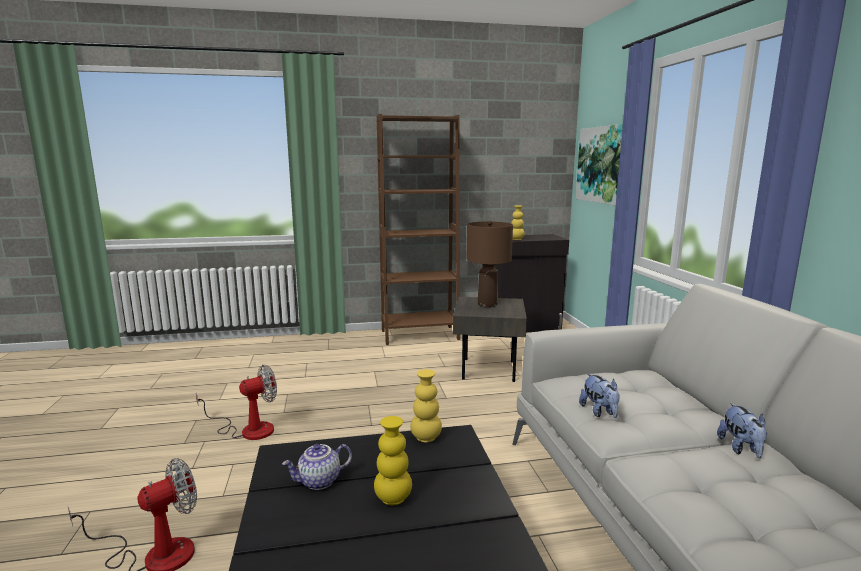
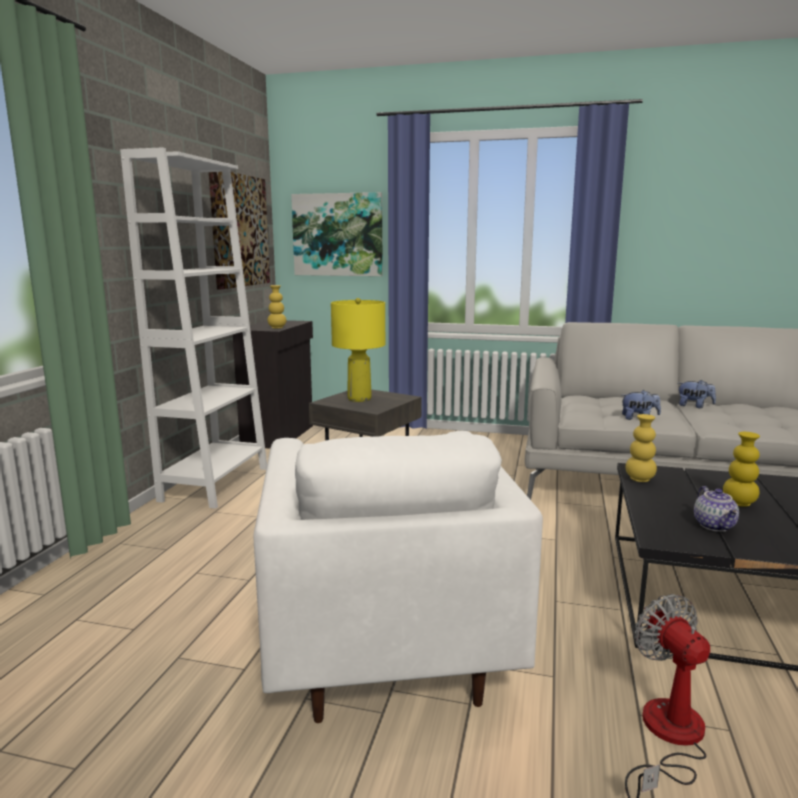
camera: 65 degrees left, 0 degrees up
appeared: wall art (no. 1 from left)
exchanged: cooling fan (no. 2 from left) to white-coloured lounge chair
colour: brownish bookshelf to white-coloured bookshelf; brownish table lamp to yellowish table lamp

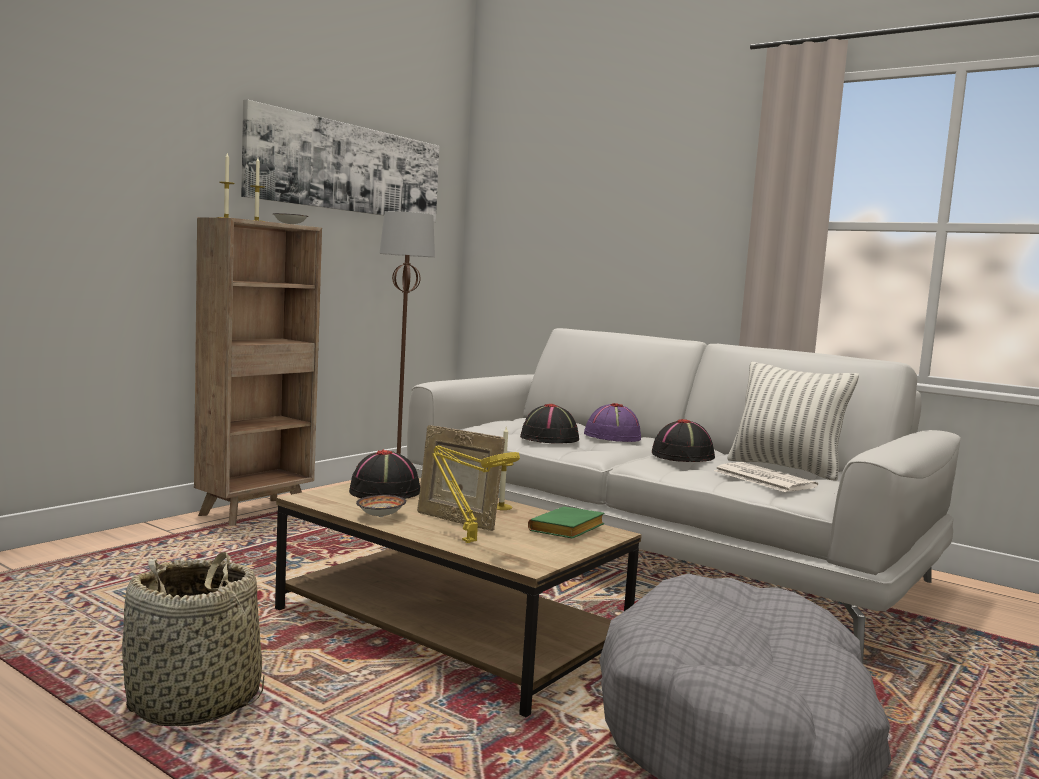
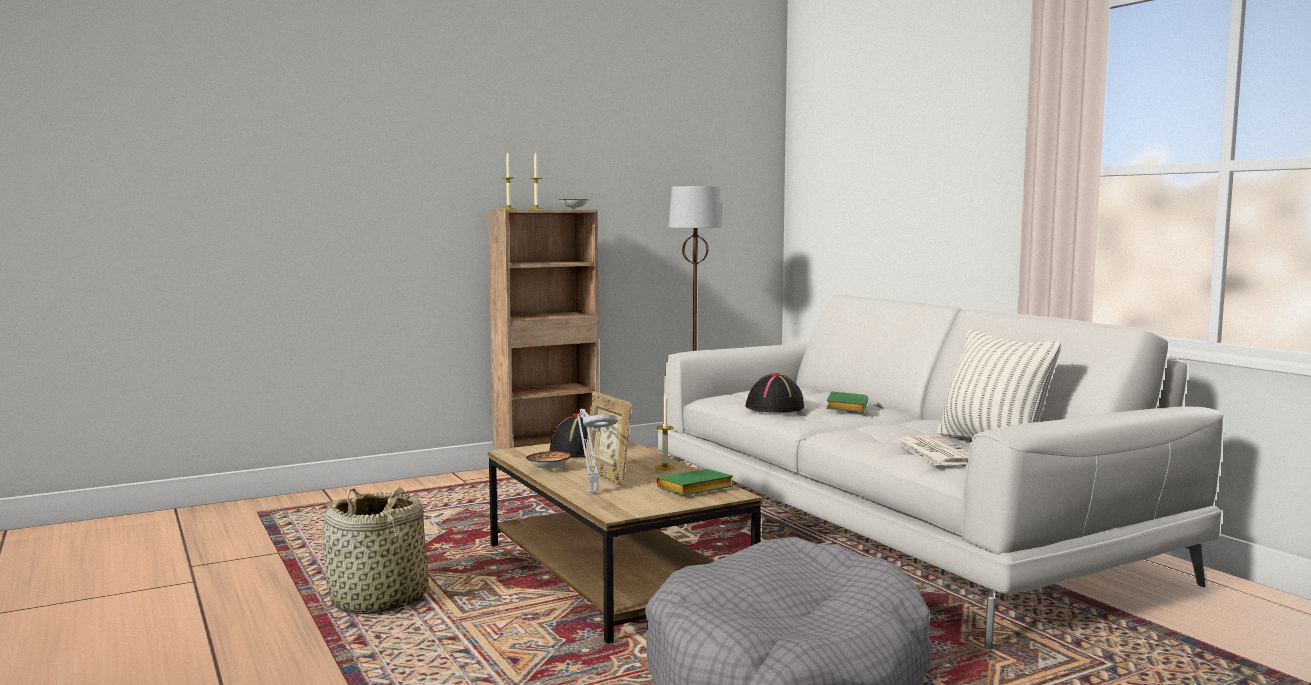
camera: 25 degrees right, 0 degrees up
missing: wall art; black-coloured hat (no. 3 from left)
exchanged: purplish hat to green book (no. 2 from left)
colour: yellowish table lamp to gray table lamp

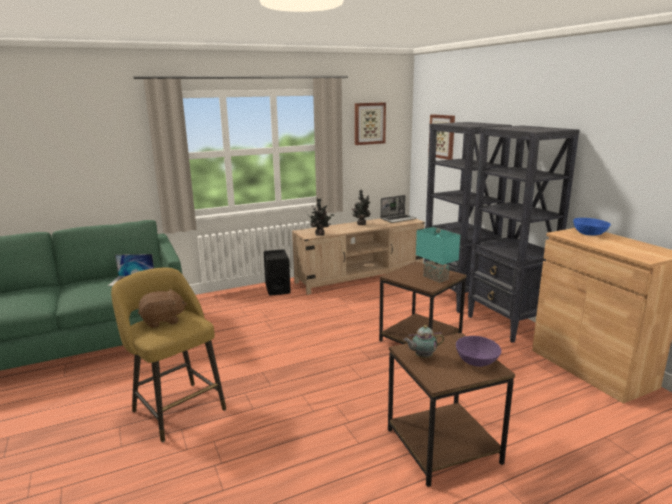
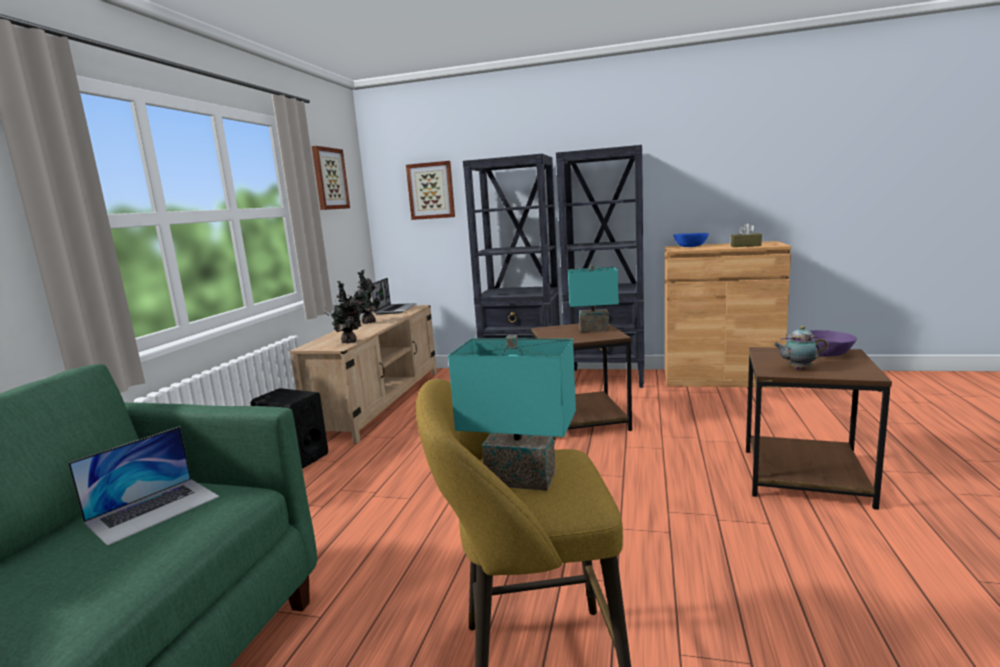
camera: 50 degrees left, 5 degrees down
appeared: brownish box of tissues
exchanged: brownish soft toy to turquoise table lamp (no. 1 from left)
spun: tea pot 60 degrees clockwise

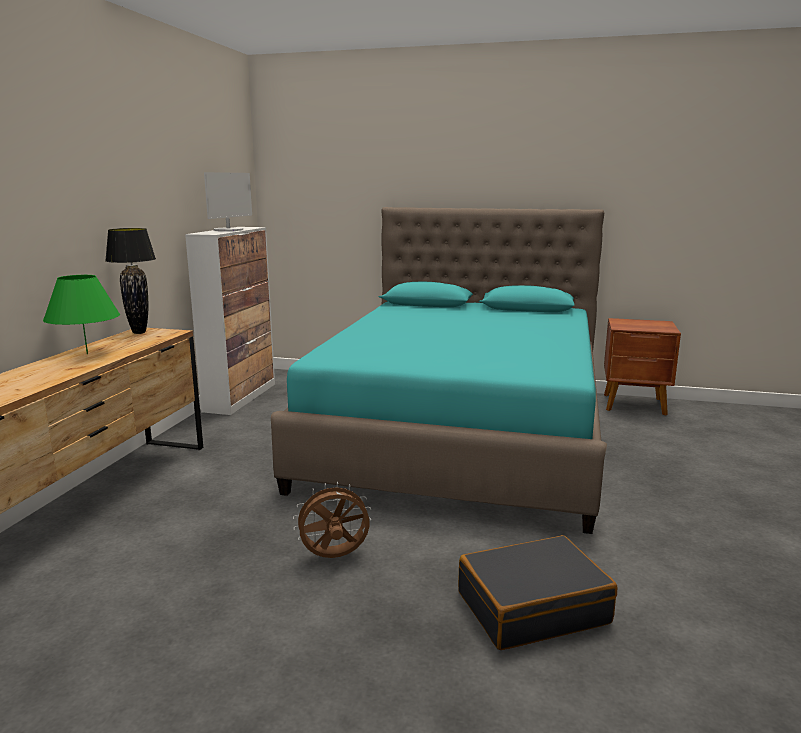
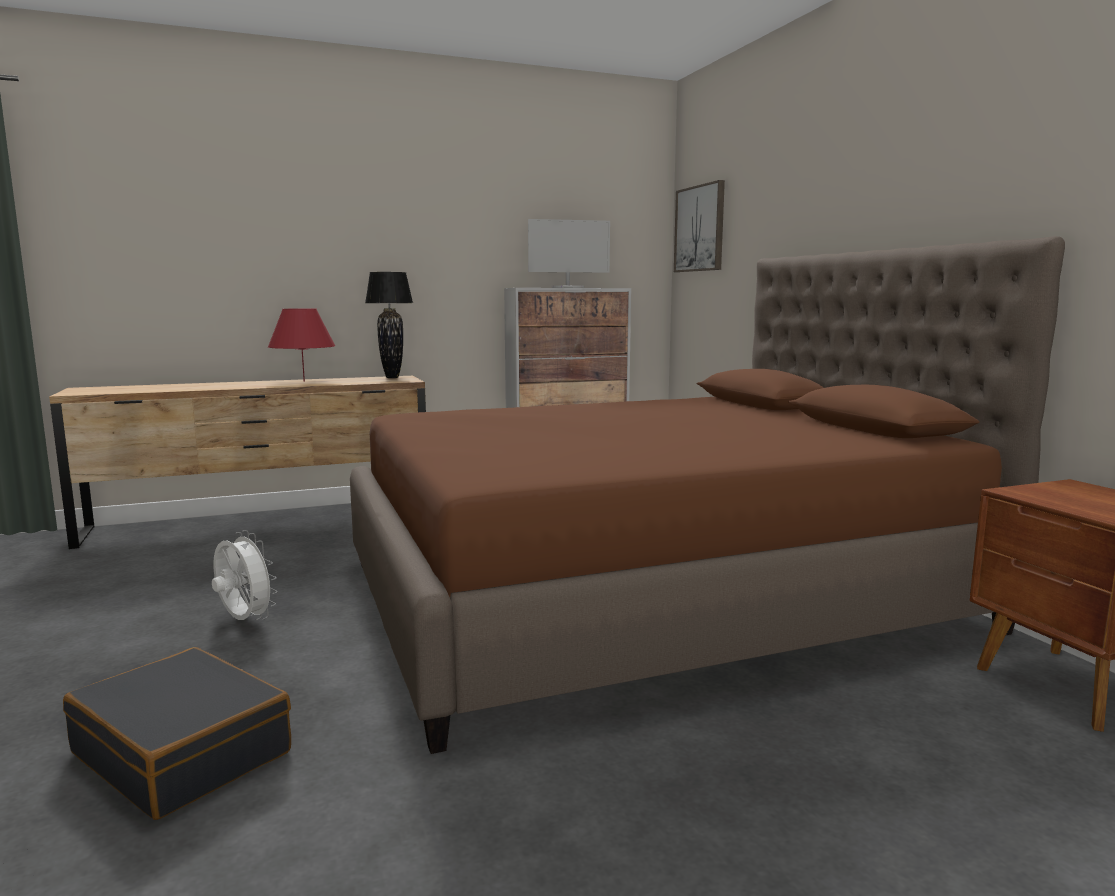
camera: 55 degrees right, 5 degrees down
appeared: wall art
colour: green table lamp to red table lamp; turquoise bed to brownish bed; brownish cooling fan to white-coloured cooling fan

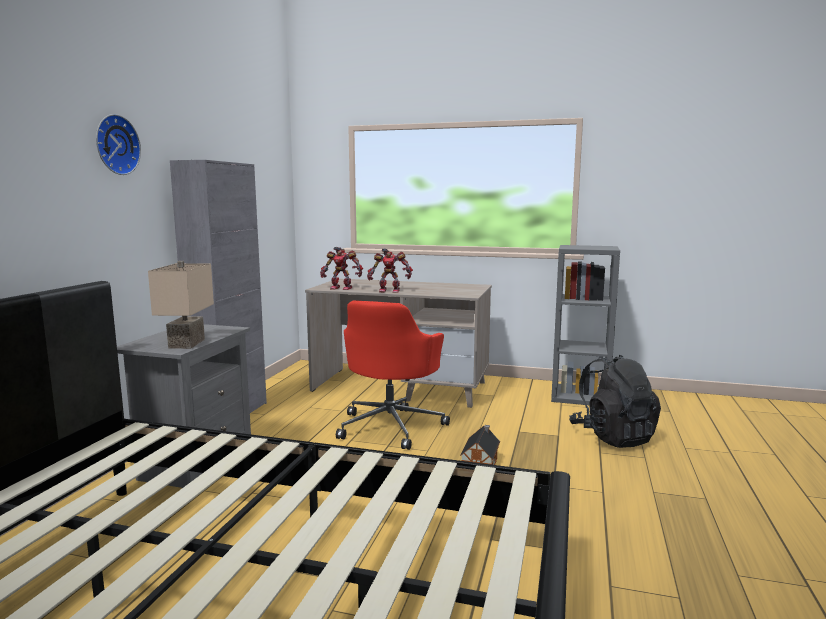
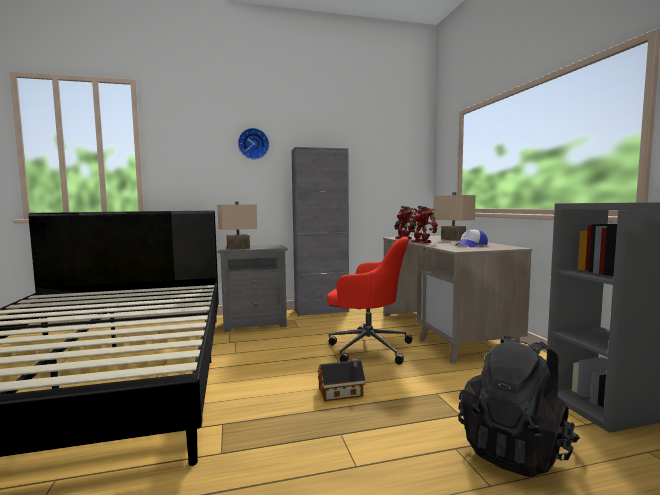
camera: 60 degrees right, 5 degrees down
appeared: beige-coloured table lamp (no. 2 from left); baseball cap
spun: red desk chair 150 degrees counterclockwise

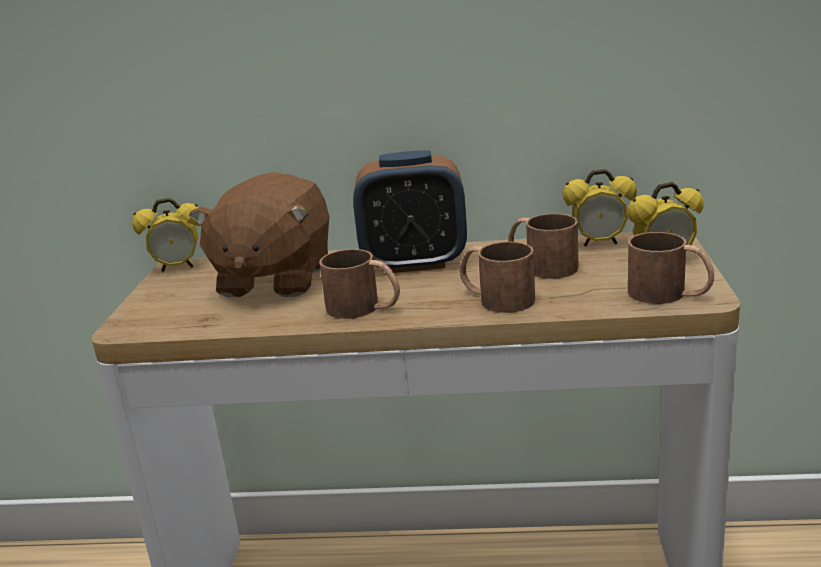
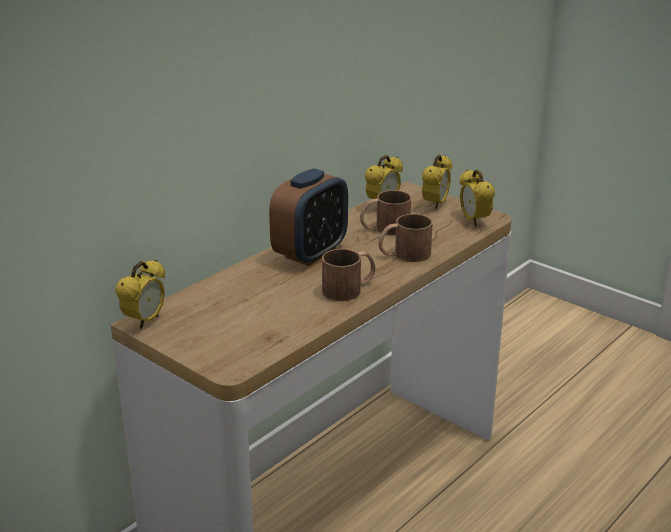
camera: 55 degrees left, 5 degrees up
missing: brownish soft toy
exchanged: brownish tea mug (no. 4 from left) to alarm clock (no. 5 from left)

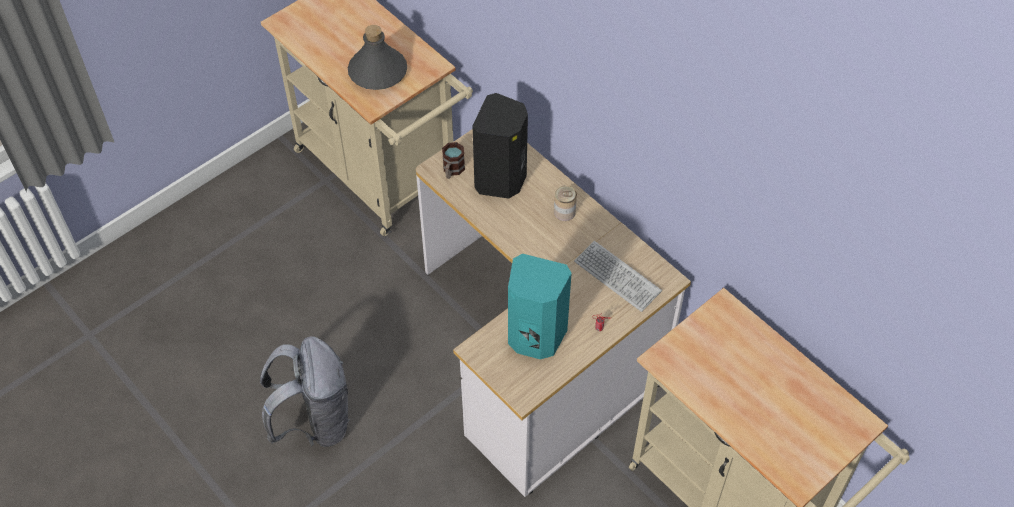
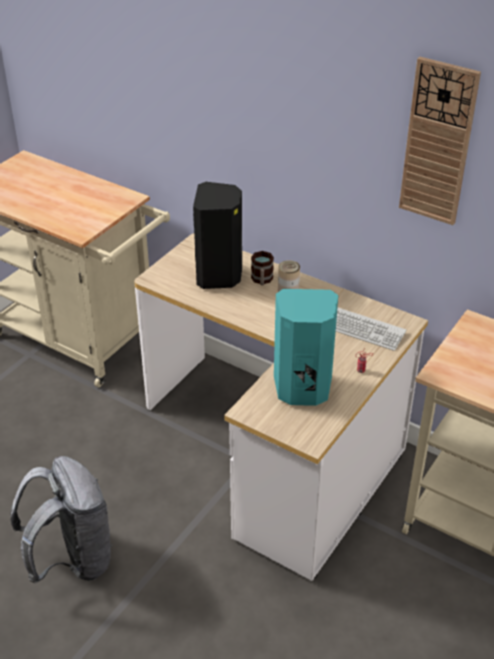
camera: 15 degrees left, 15 degrees down
missing: gray bottle
appeared: clock on the wall
relocated: tea mug

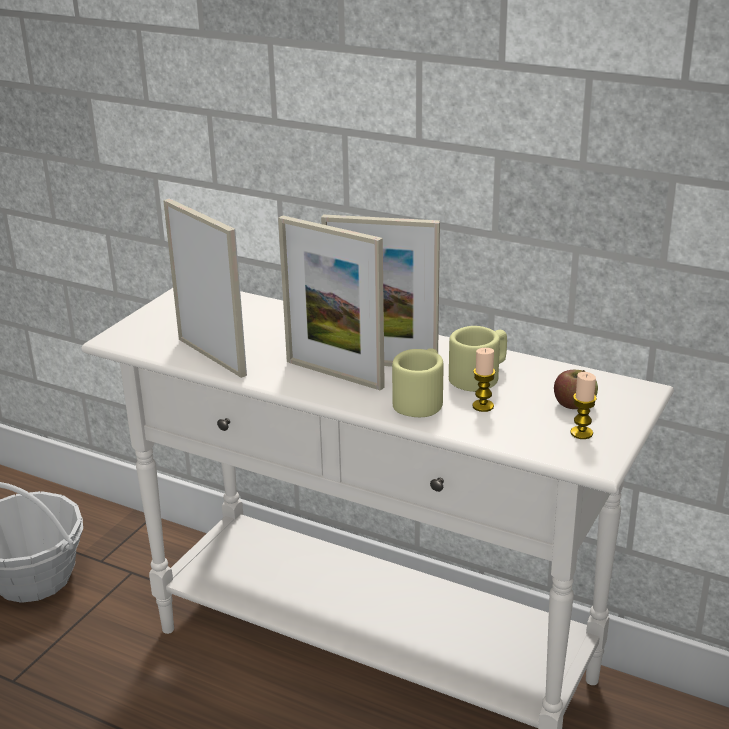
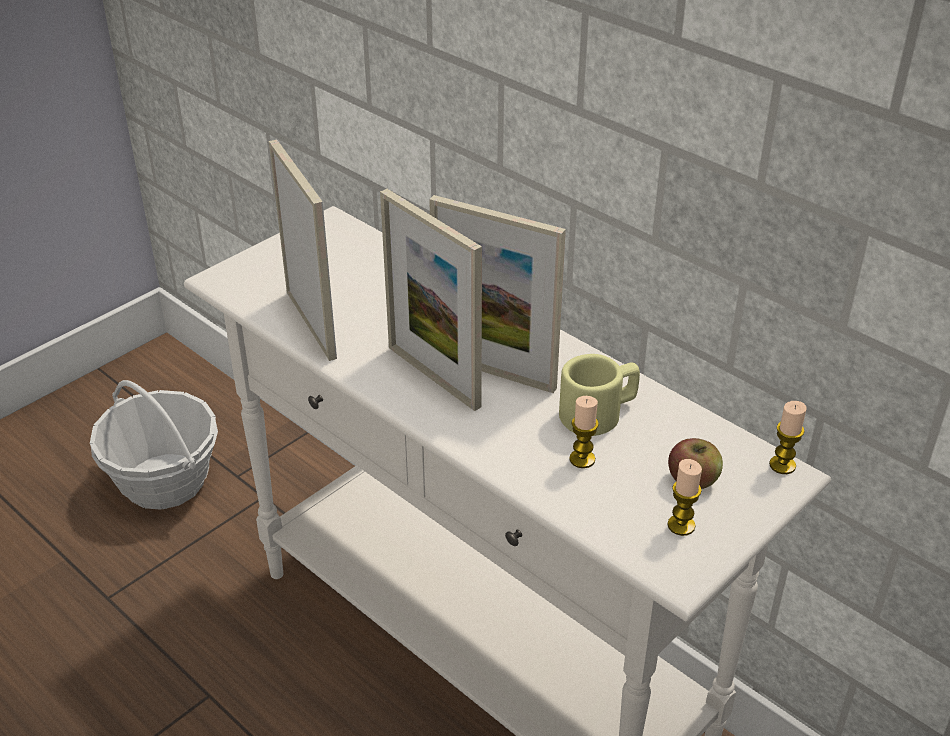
camera: 15 degrees right, 10 degrees up
missing: beige-coloured tea mug (no. 1 from left)
appeared: wax candle (no. 3 from left)

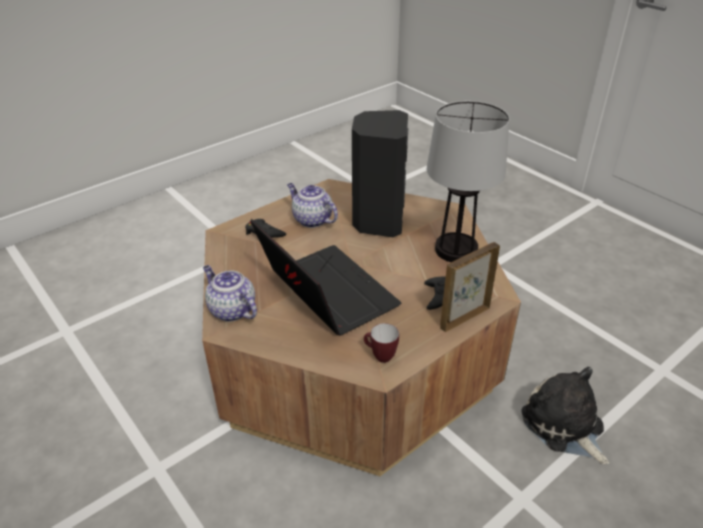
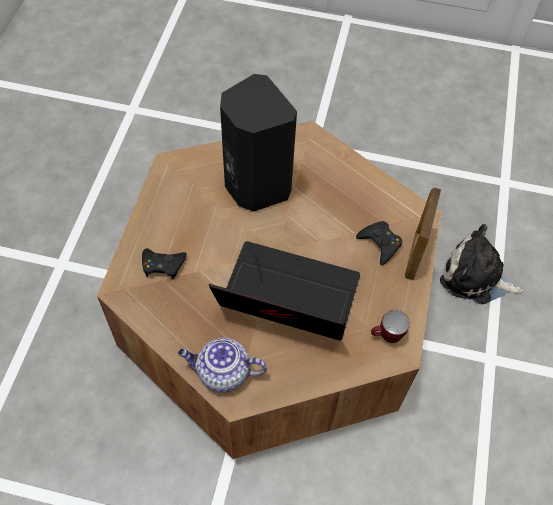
camera: 40 degrees left, 20 degrees up
missing: tea pot (no. 2 from left); table lamp

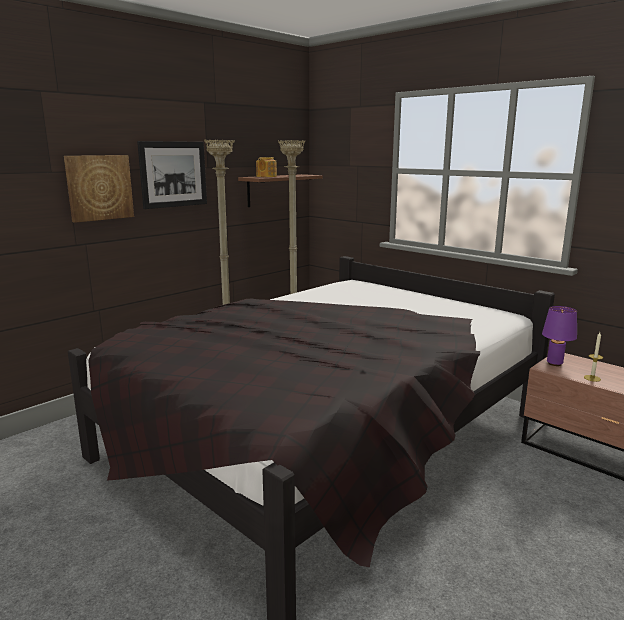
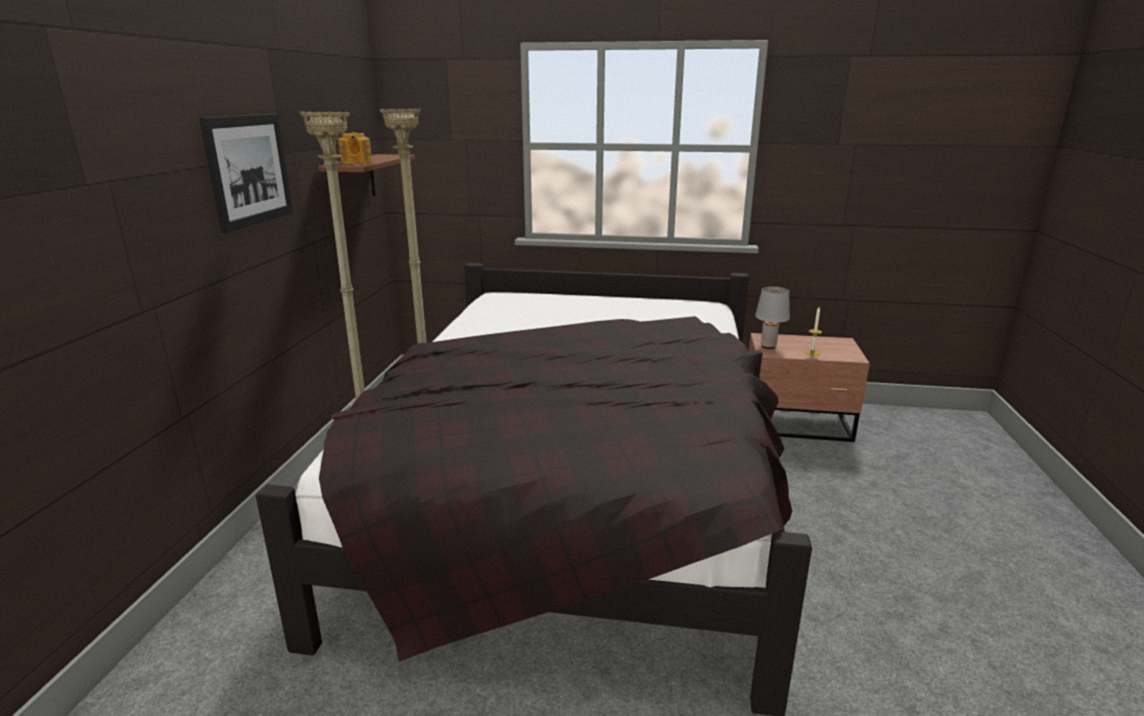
camera: 35 degrees left, 5 degrees up
missing: wall art (no. 1 from left)
colour: purplish table lamp to gray table lamp

